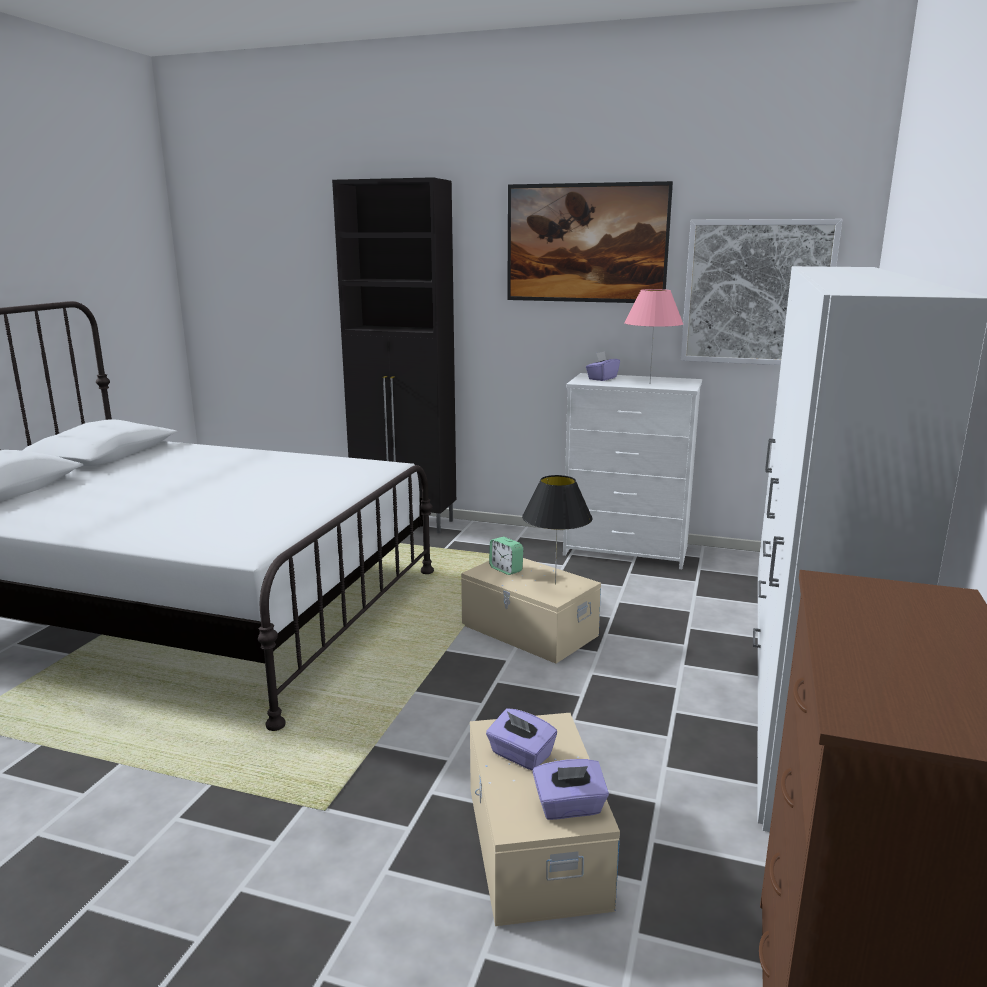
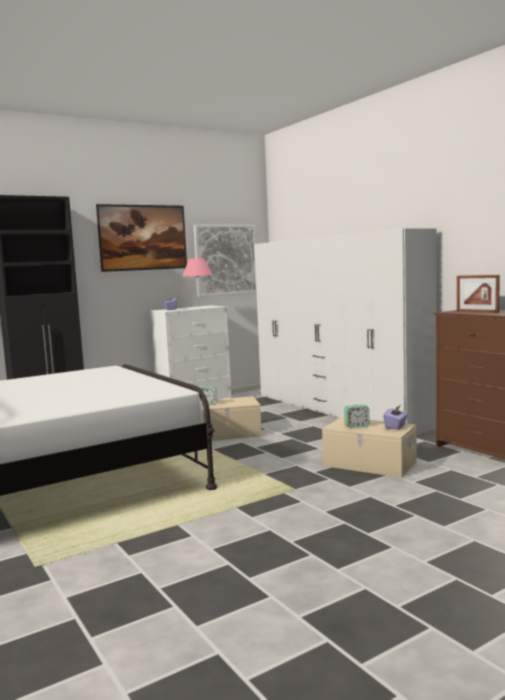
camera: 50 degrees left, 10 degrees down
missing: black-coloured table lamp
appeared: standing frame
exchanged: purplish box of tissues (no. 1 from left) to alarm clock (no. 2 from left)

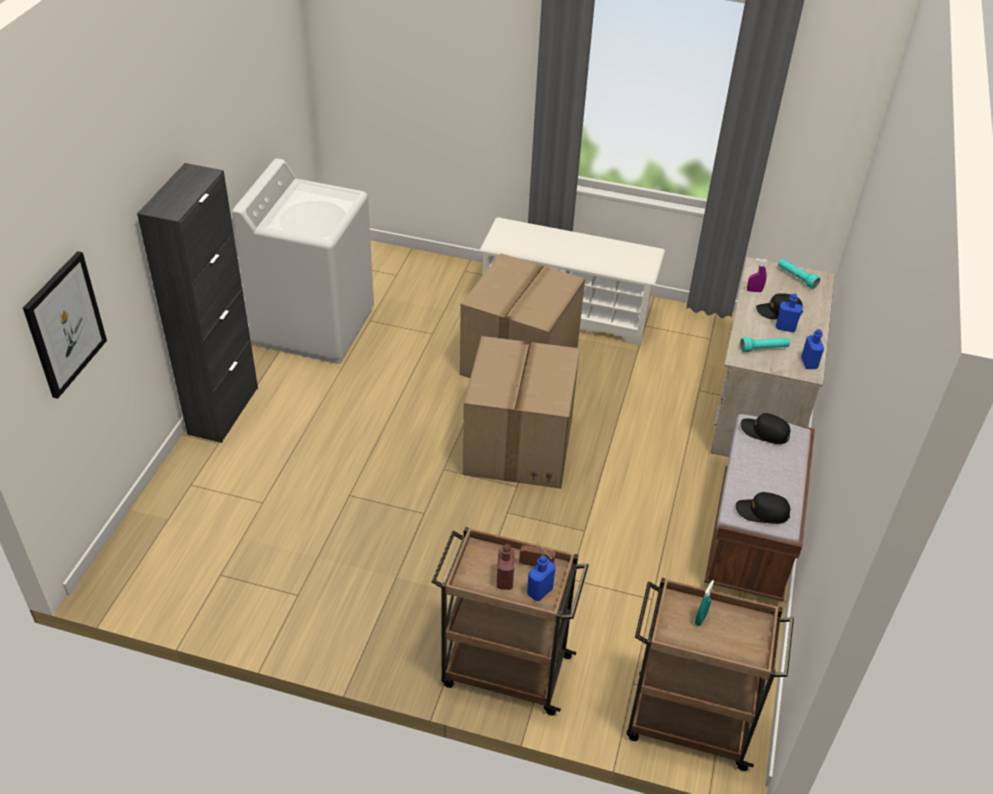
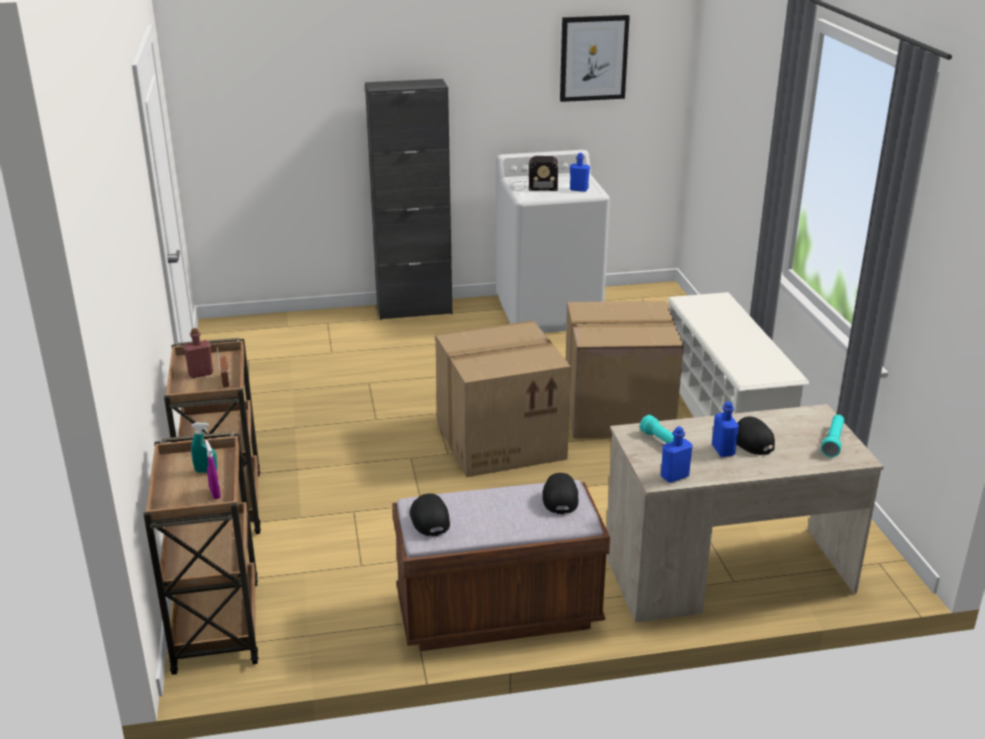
camera: 65 degrees right, 15 degrees down
appeared: radio receiver (no. 2 from left)
relocated: wall art; blue-coloured bottle (no. 1 from left); purplish hand sprayer

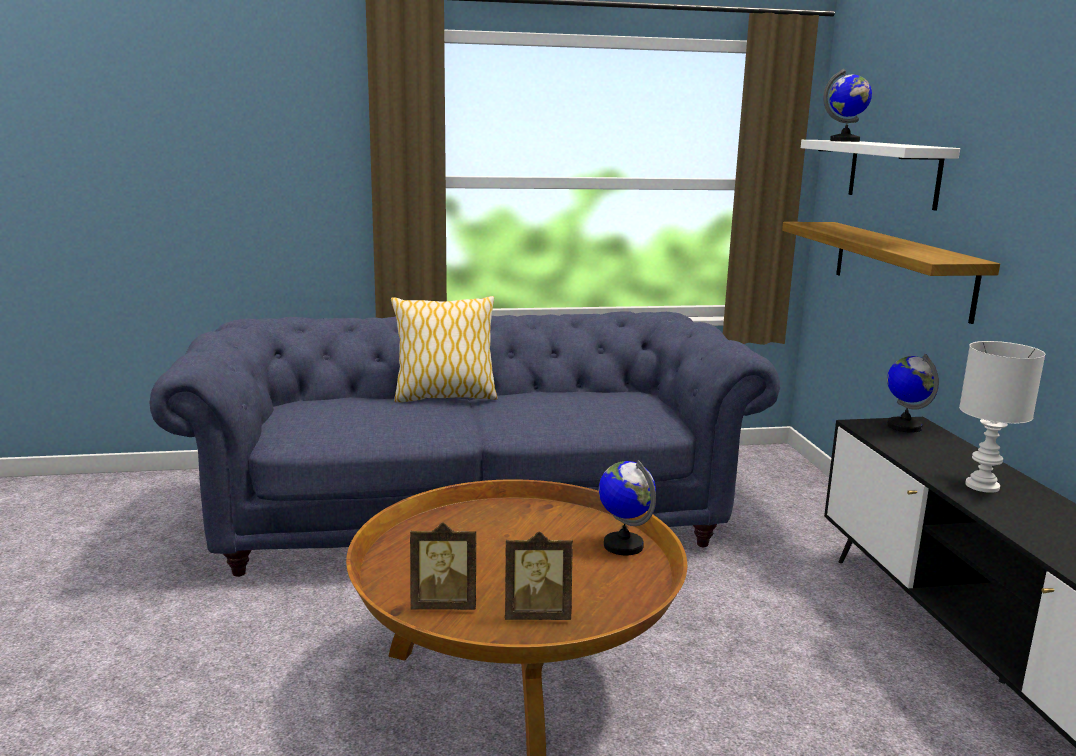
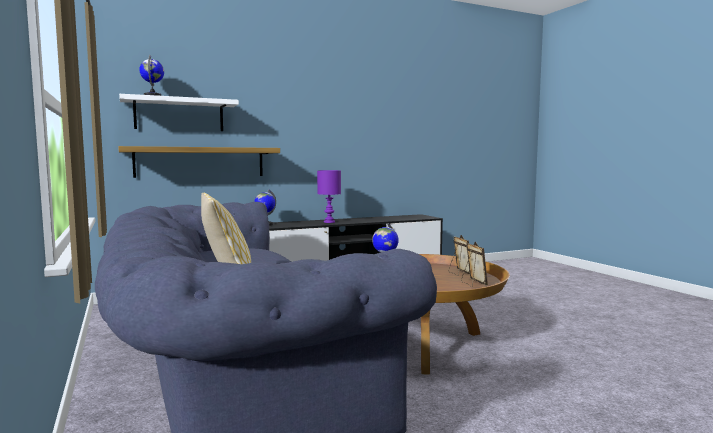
camera: 105 degrees left, 10 degrees down
colour: white-coloured table lamp to purplish table lamp

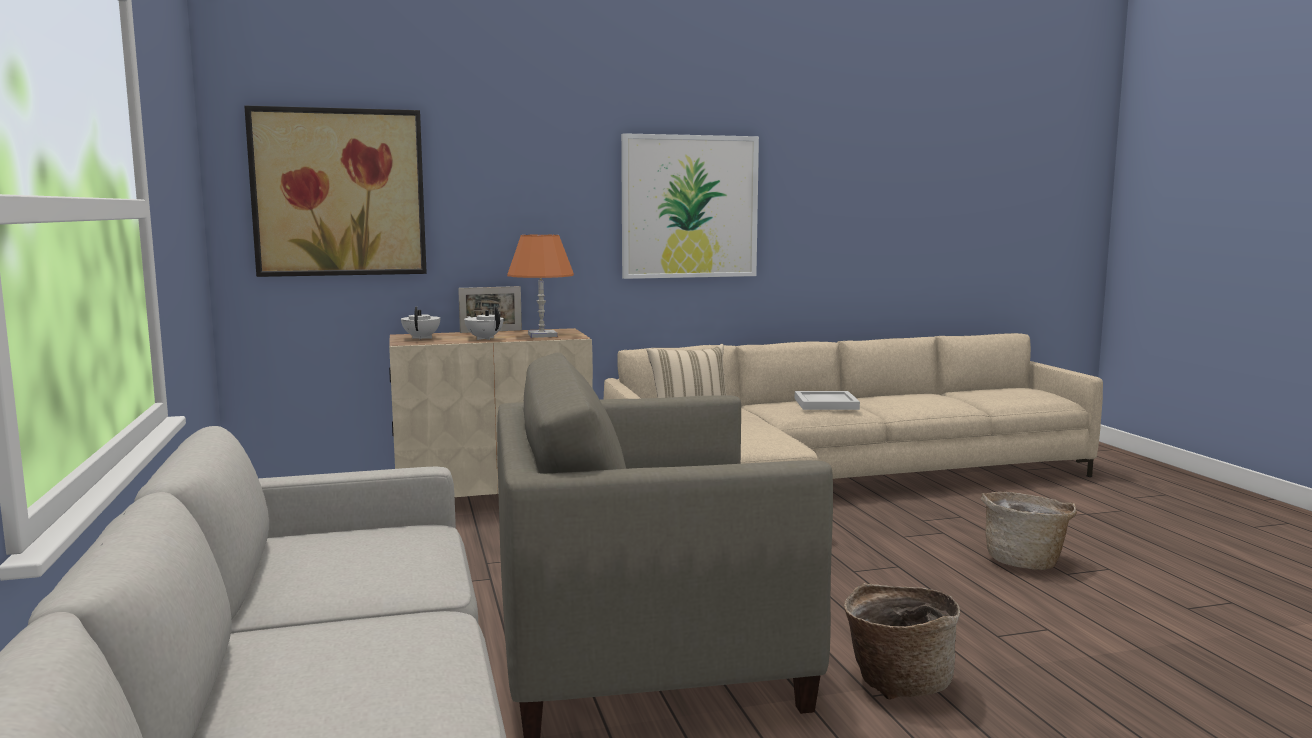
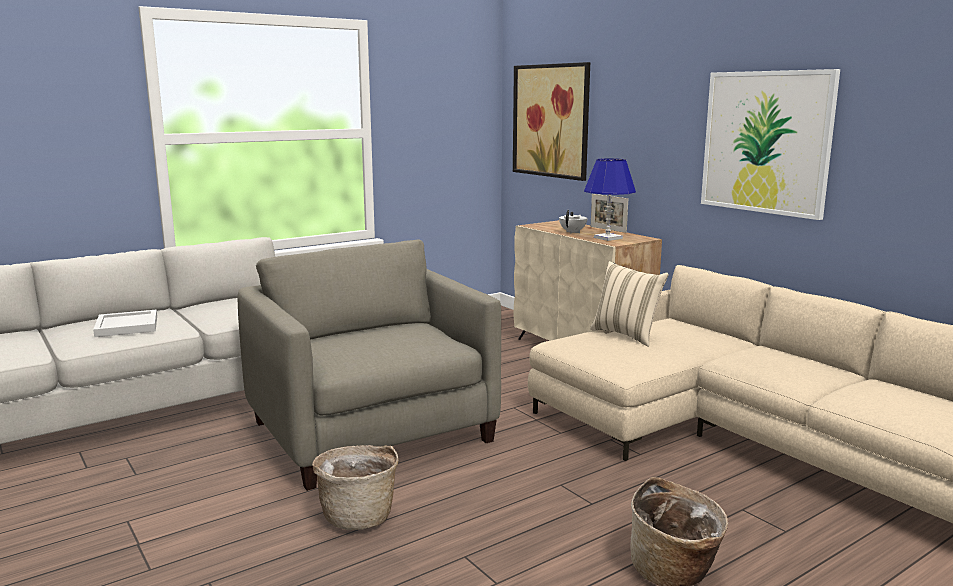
camera: 70 degrees right, 5 degrees up
missing: white-coloured tea pot (no. 1 from left)
relocated: white-coloured serving tray
colour: orange table lamp to blue-coloured table lamp

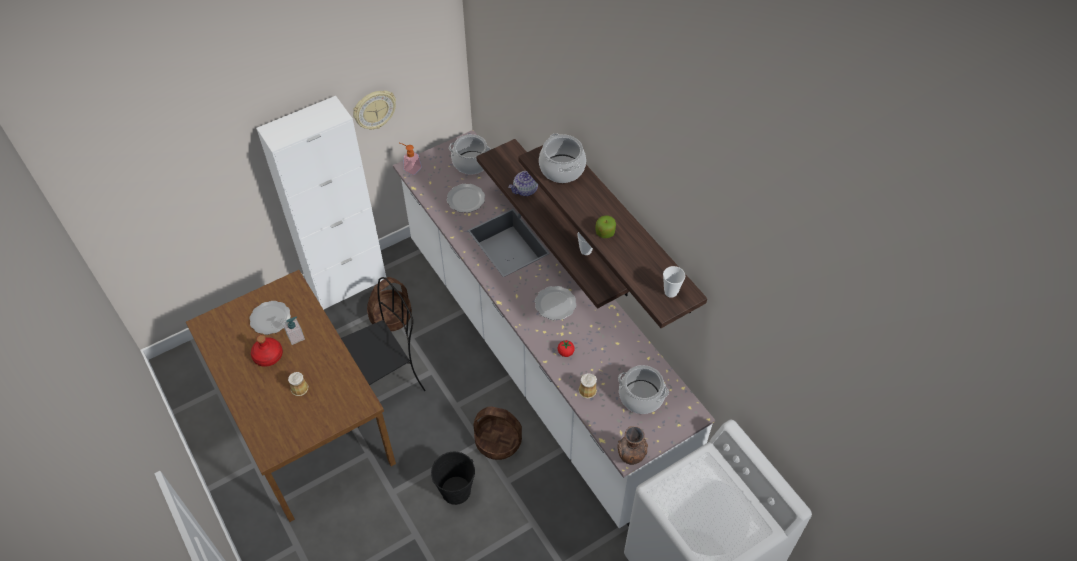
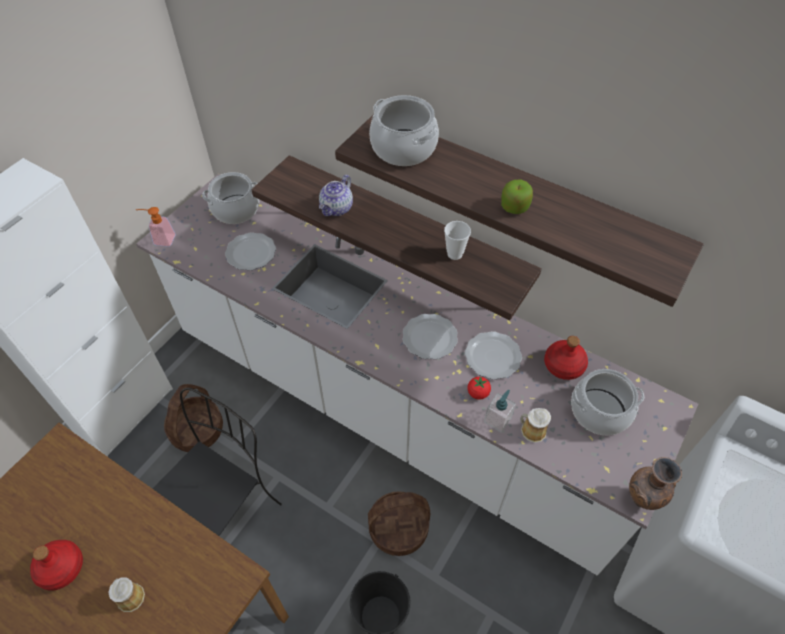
camera: 25 degrees left, 0 degrees up
missing: clock on the wall; small cup (no. 2 from left)
appeared: red bottle (no. 2 from left)
relocated: flat dish (no. 1 from left in the first image) to flat dish (no. 3 from left); soap bottle (no. 1 from left in the first image) to soap bottle (no. 2 from left)

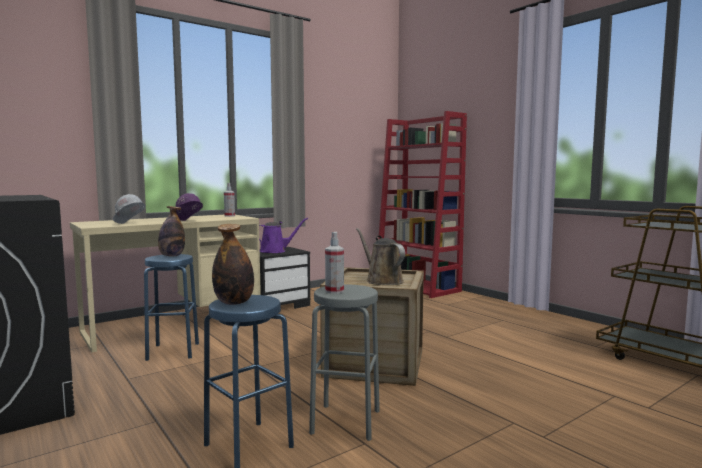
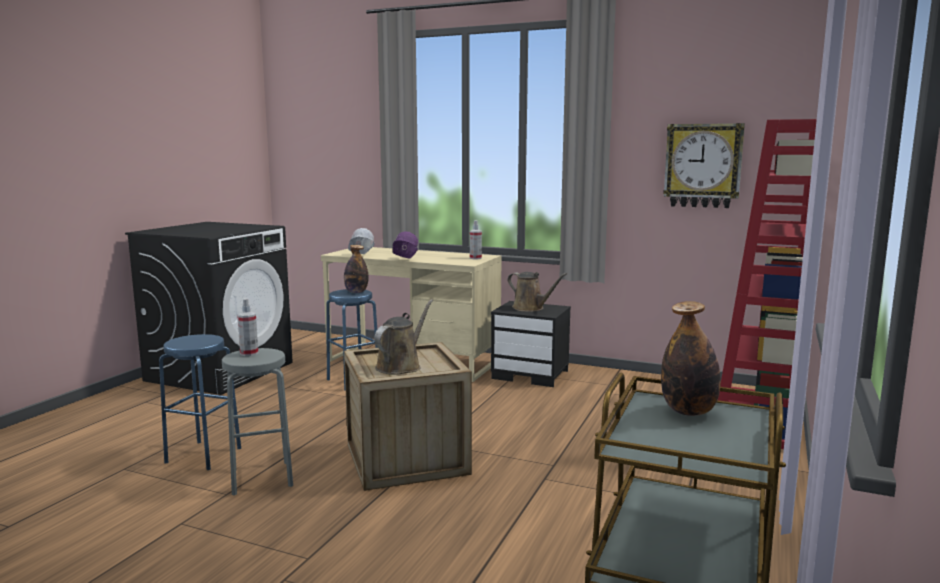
camera: 60 degrees right, 5 degrees up
appeared: clock on the wall
relocated: bottle (no. 2 from left)
colour: purplish sprinkling can to brownish sprinkling can (no. 2 from left)

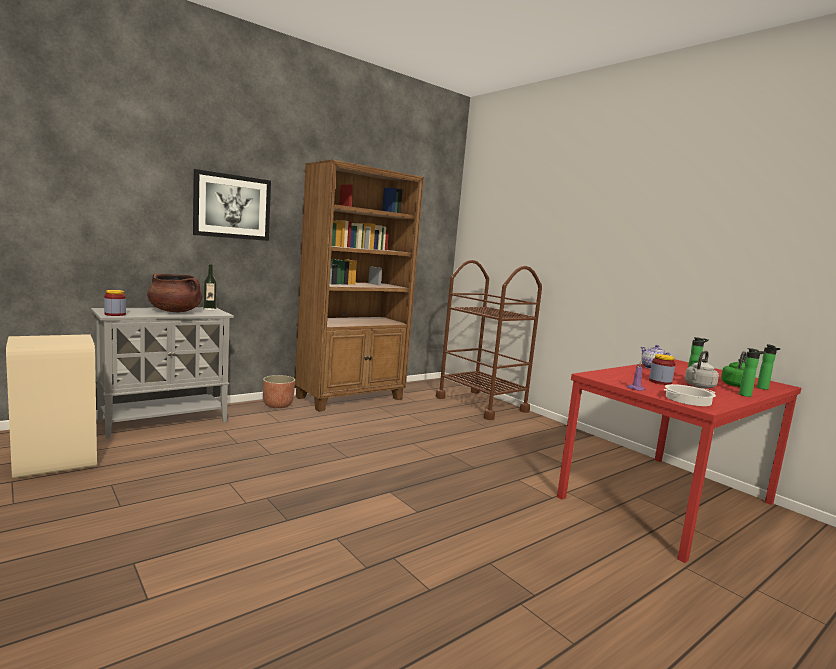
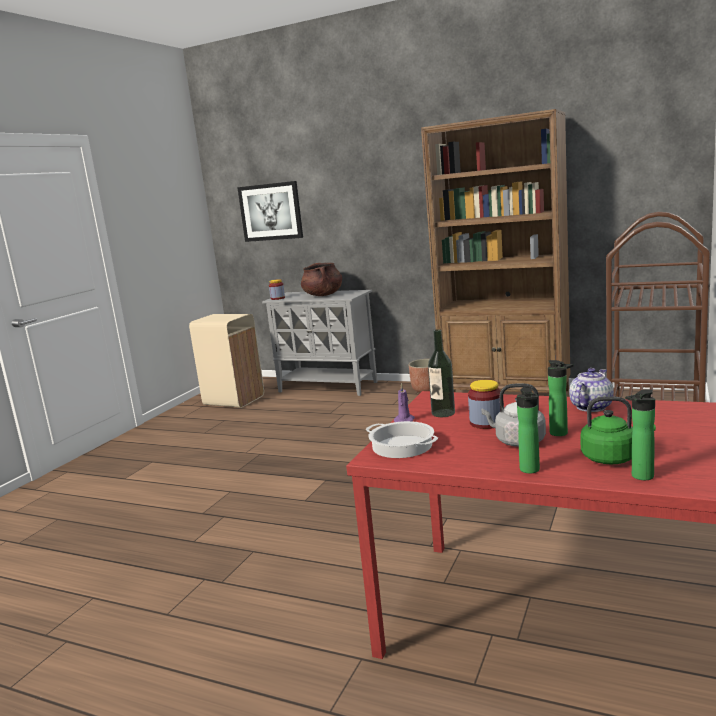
camera: 65 degrees right, 5 degrees up
relocated: wall art; bottle (no. 1 from left)

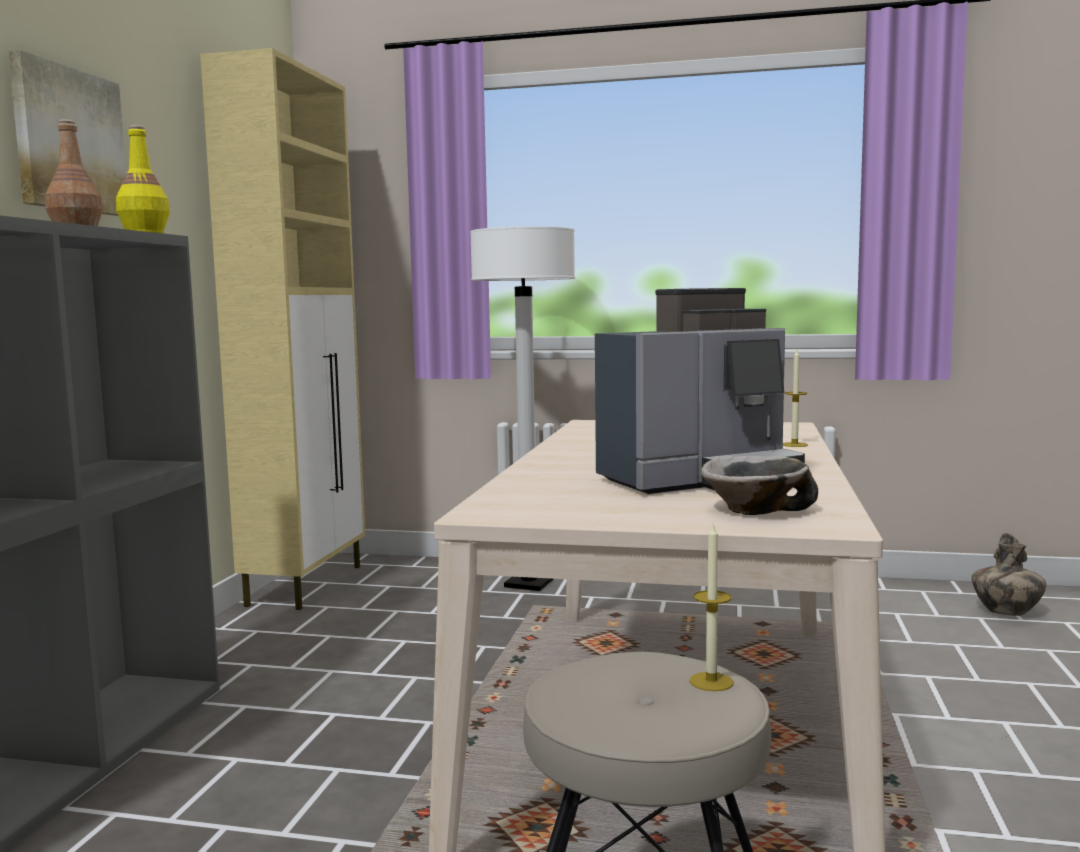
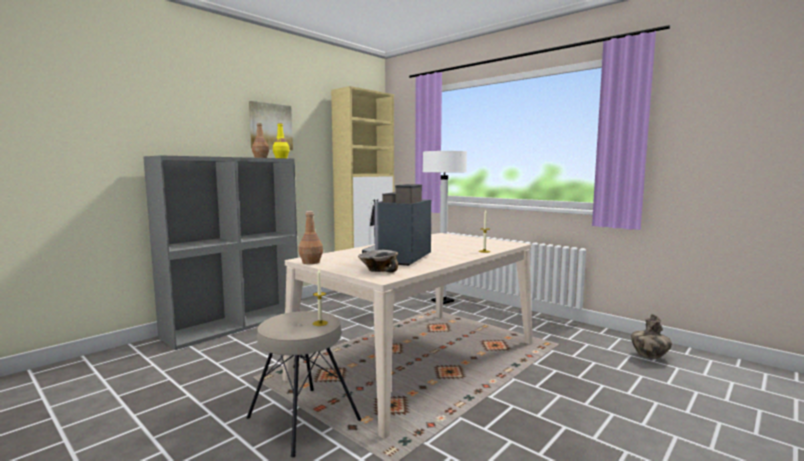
camera: 30 degrees right, 0 degrees up
appeared: brownish bottle (no. 2 from left)
spun: coffee machine 105 degrees clockwise

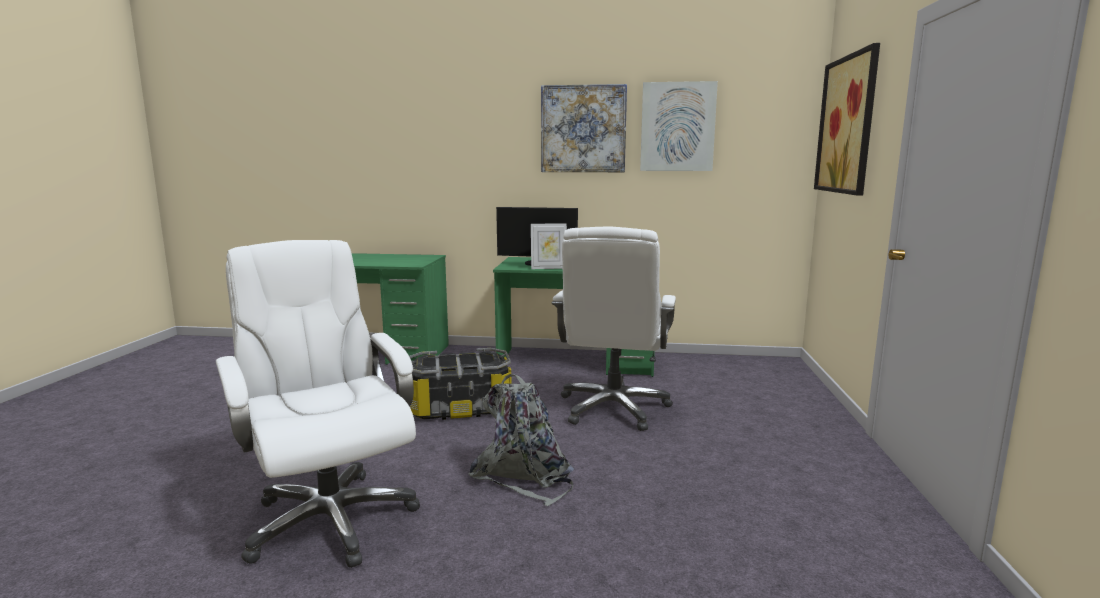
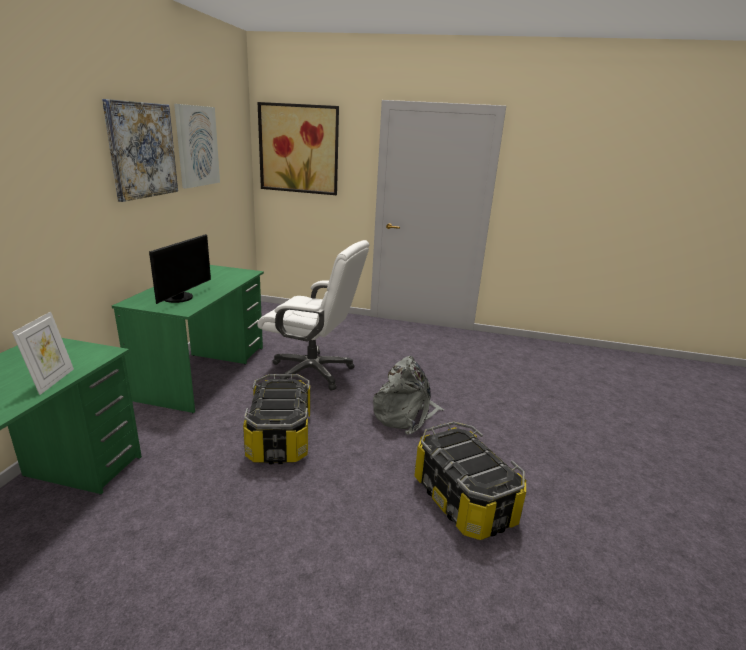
camera: 85 degrees left, 10 degrees up
relocated: standing frame
exchanged: white-coloured desk chair (no. 1 from left) to storage bin (no. 2 from left)

